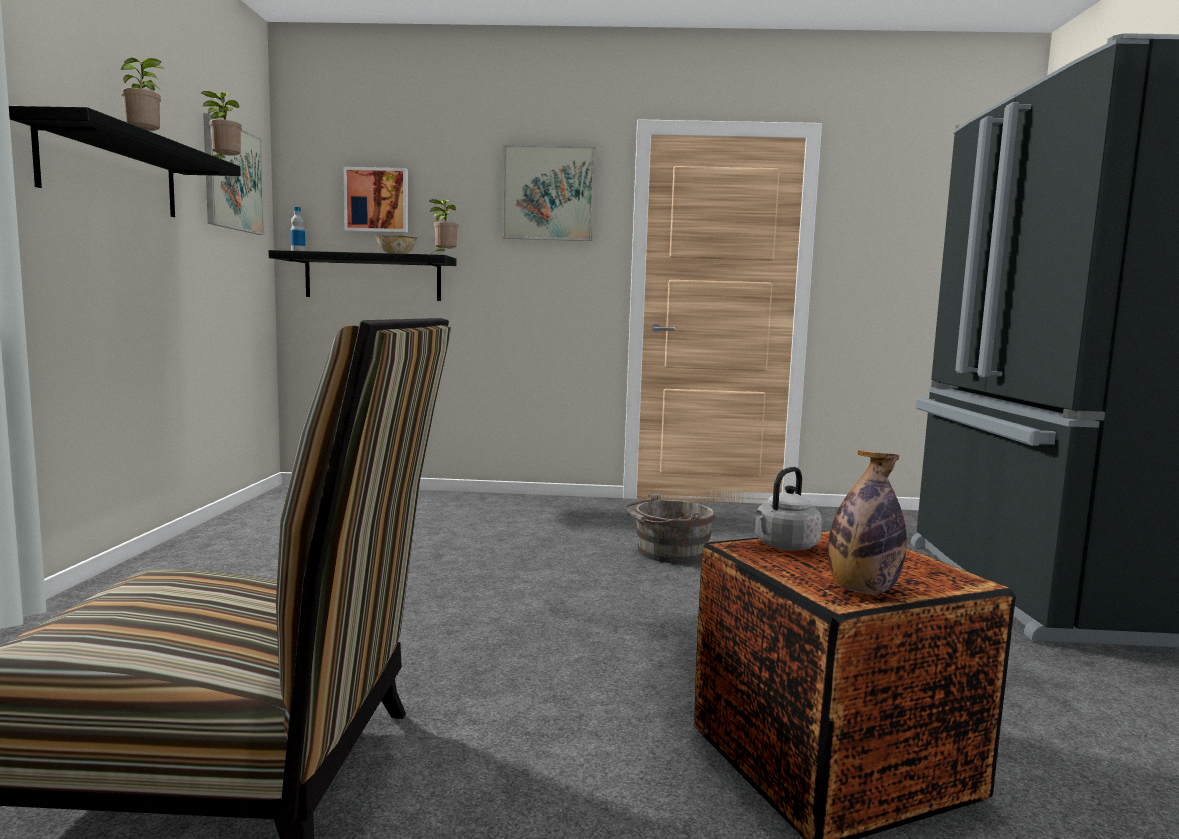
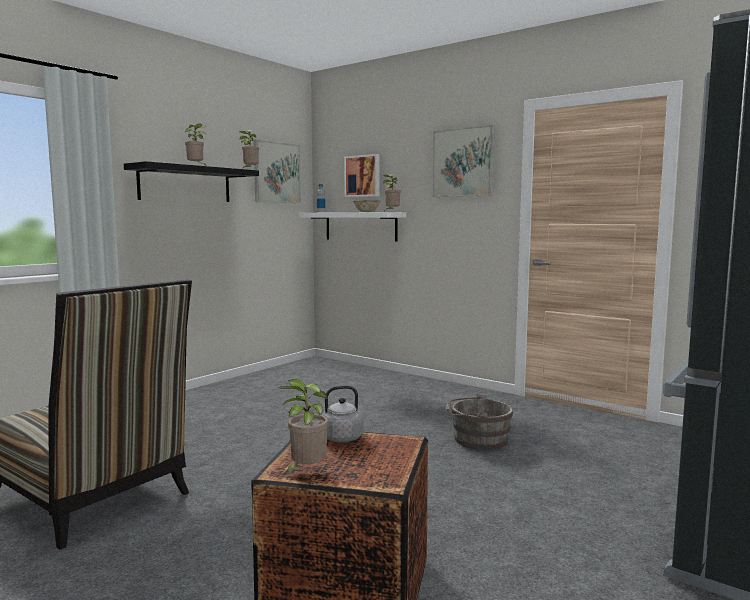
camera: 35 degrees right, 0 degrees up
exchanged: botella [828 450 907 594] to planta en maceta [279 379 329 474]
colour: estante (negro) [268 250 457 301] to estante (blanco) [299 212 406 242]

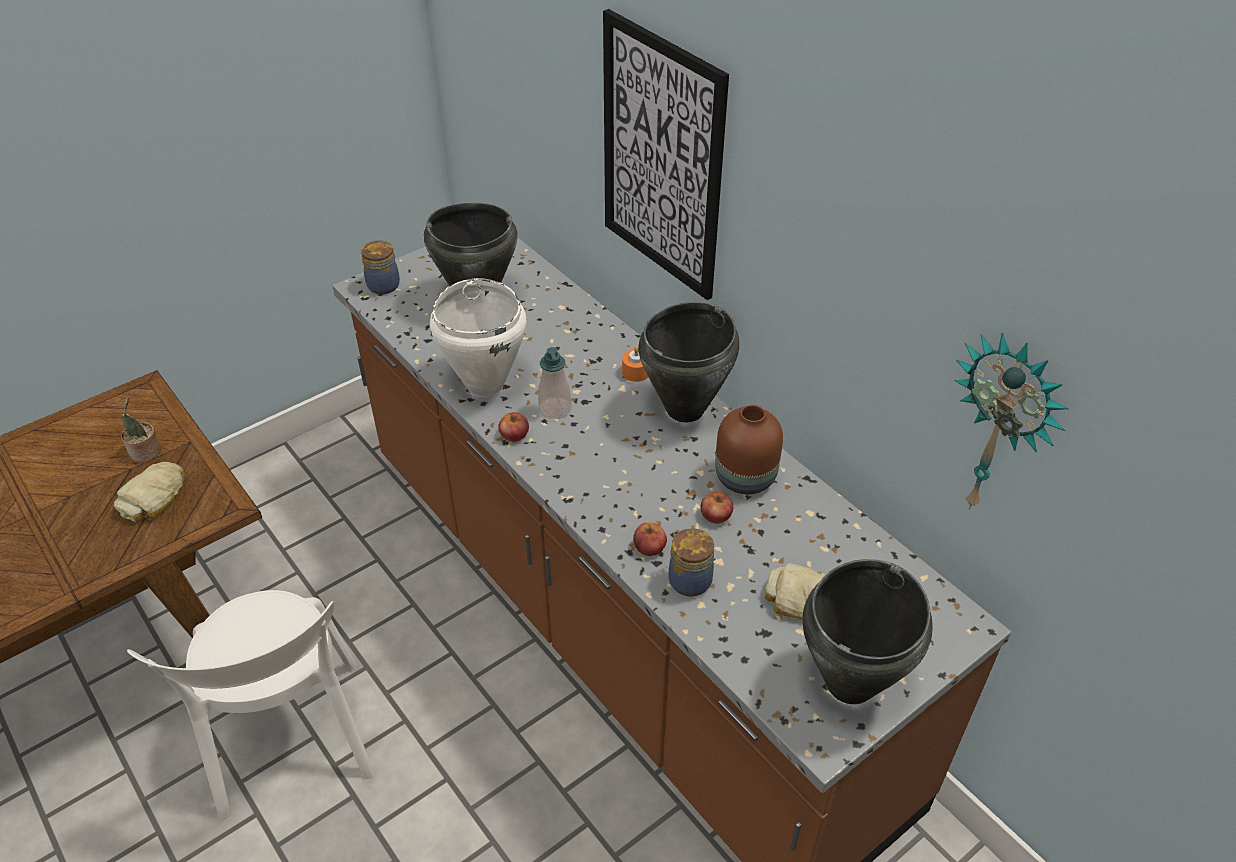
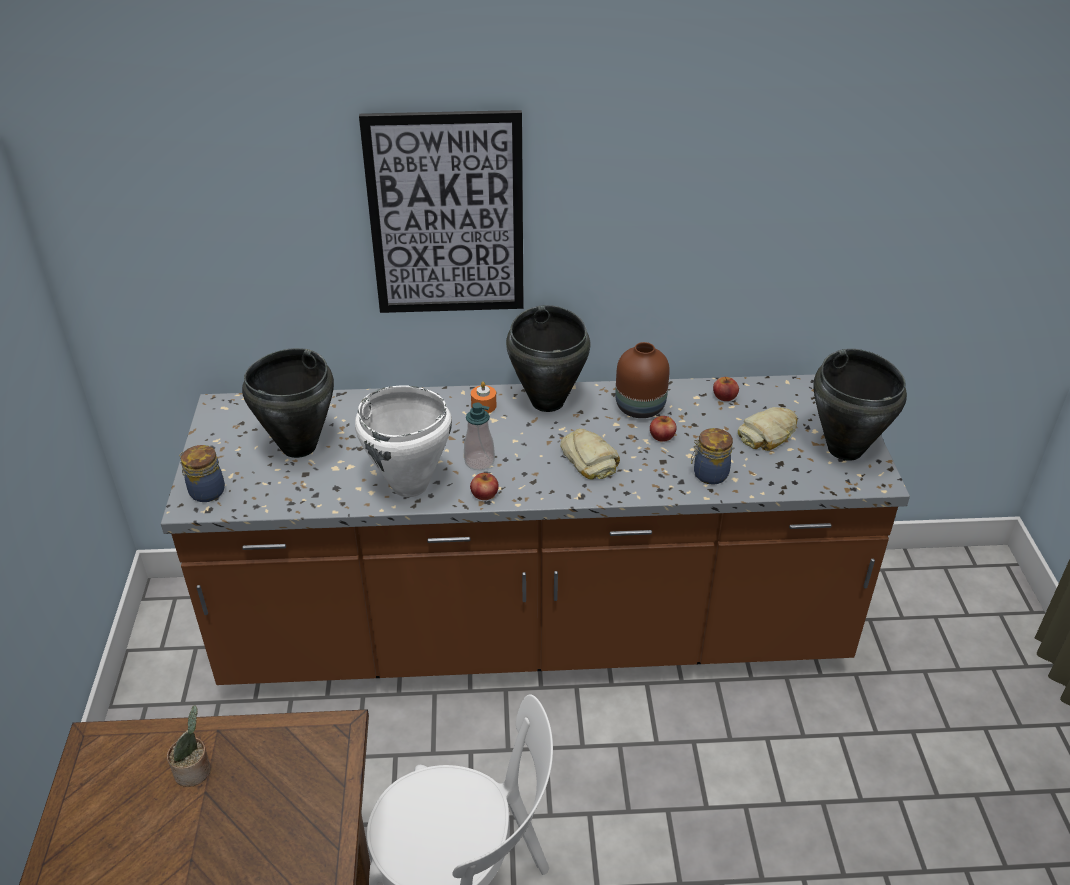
camera: 55 degrees left, 5 degrees down
missing: reloj de pared [955 332 1069 510]
relocated: pan [114 462 184 522] to [560 429 620 479]; manzana [633 522 667 556] to [713 377 739 401]

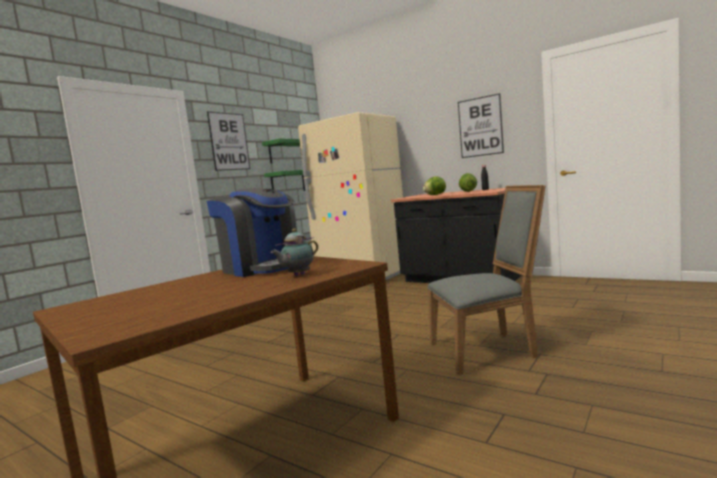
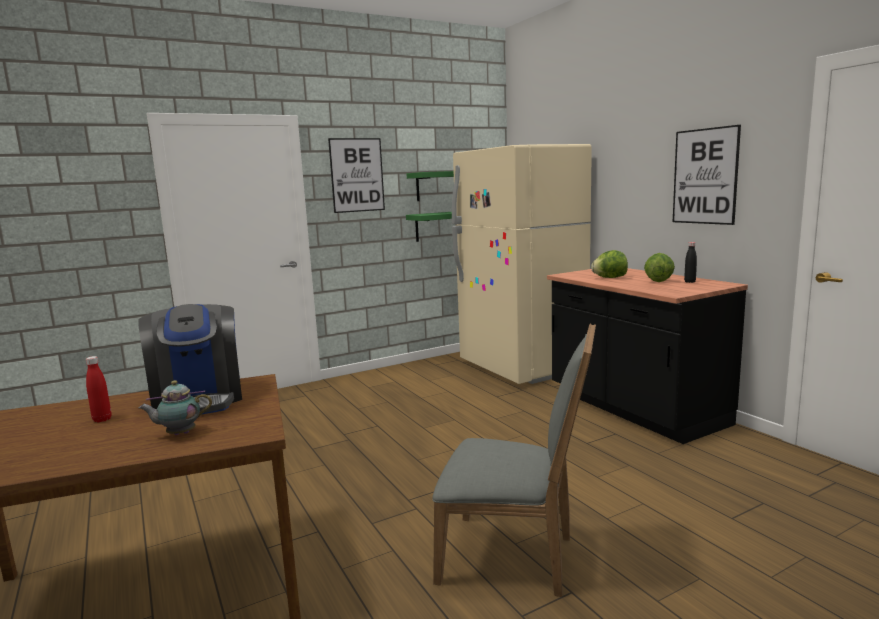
camera: 25 degrees right, 5 degrees up
appeared: botella (rojo) [86 356 112 422]

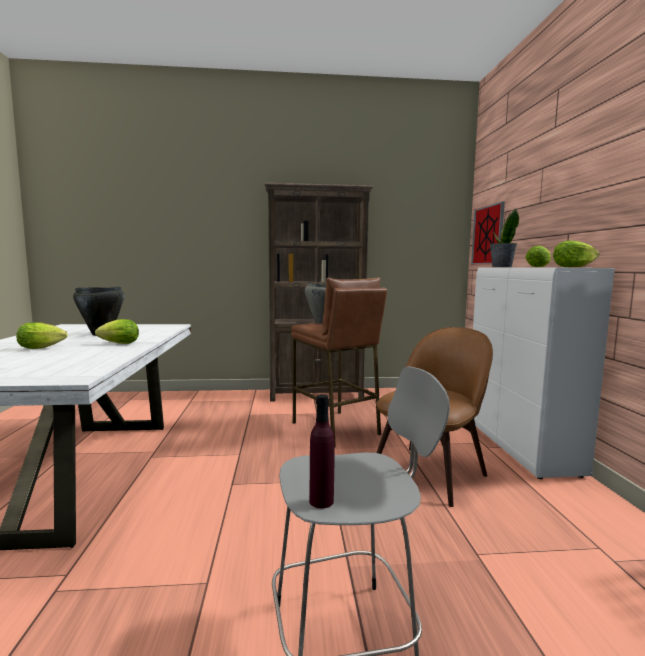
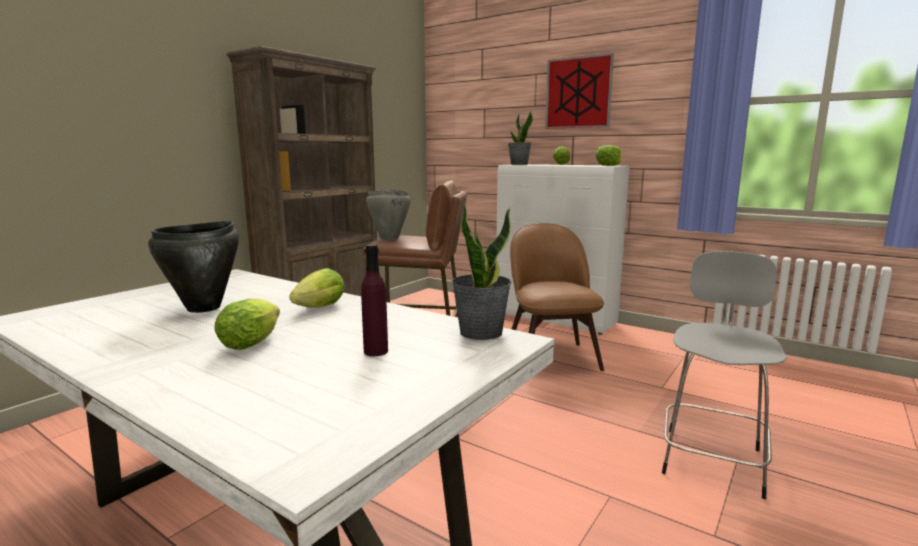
camera: 50 degrees left, 5 degrees up
appeared: planta en maceta [452 204 512 340]
relocated: botella (morado) [309 394 335 508] to [361 244 388 356]; cuadro [471 202 505 264] to [545 53 614 129]

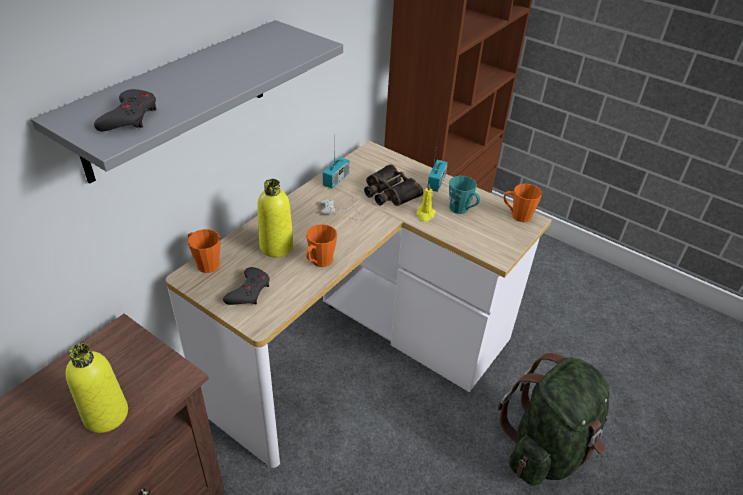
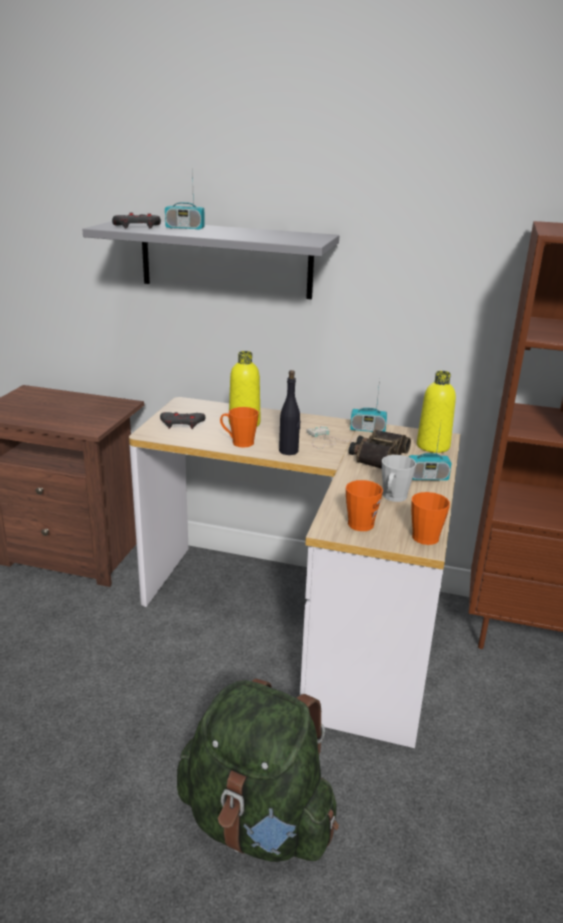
camera: 70 degrees right, 15 degrees down
missing: vela (amarillo) [416 183 436 222]
appeared: radio [165 168 205 230]; botella (negro) [279 370 301 455]
relocated: botella (amarillo) [66 343 128 433] to [417 371 456 453]; taza grande (naranja) [188 229 220 273] to [346 480 383 531]
colour: taza grande (turquesa) [449 176 480 214] to taza grande (gris) [382 455 416 502]

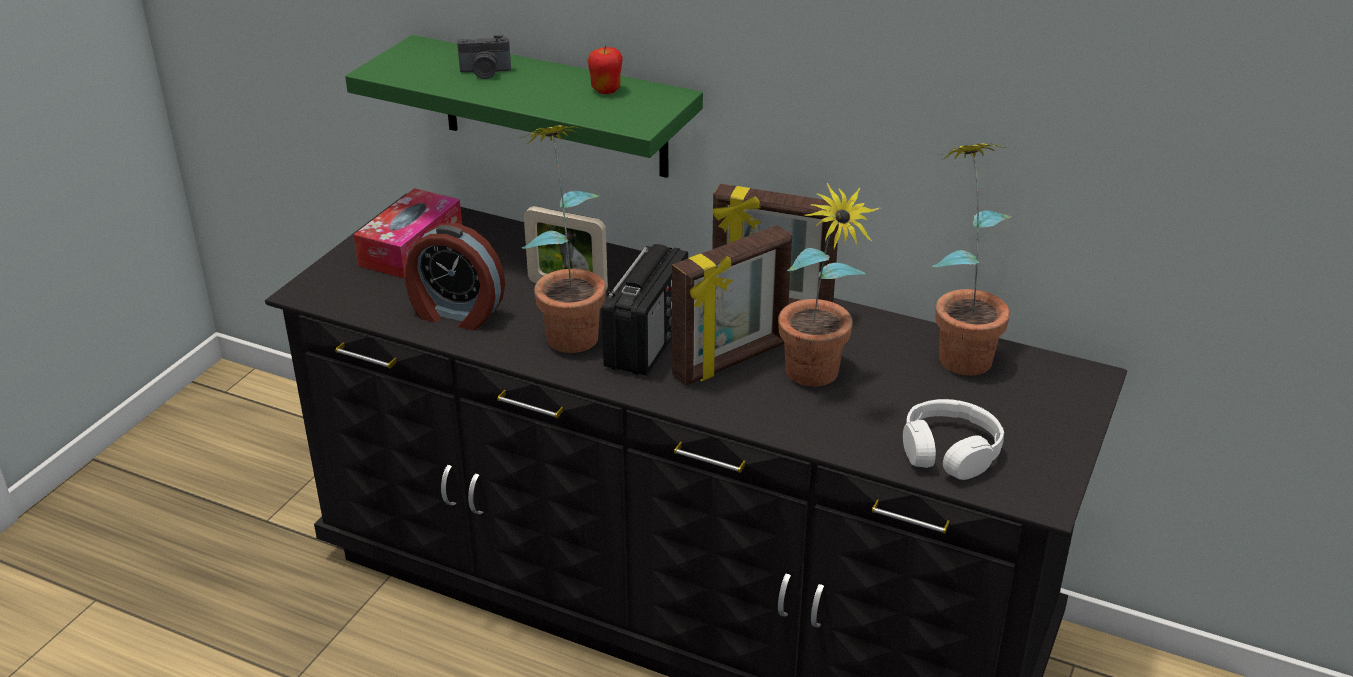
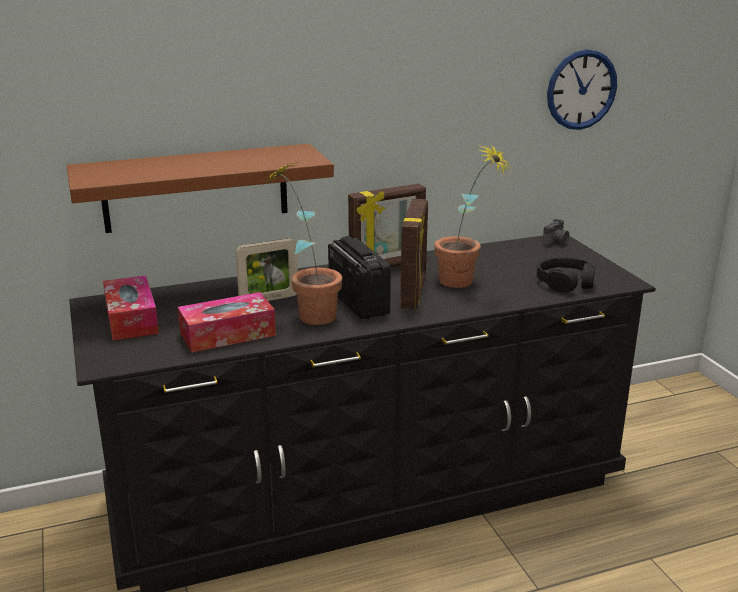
camera: 45 degrees left, 10 degrees down
missing: manzana [588 45 623 94]; planta en maceta [932 143 1012 376]
appeared: reloj de pared [547 49 617 130]
relocated: cámara [457 35 511 79] to [542 219 569 246]
exchanged: despertador [405 223 505 330] to caja de pañuelos [178 292 276 353]
colour: estante (verde) [345 35 703 178] to estante (marrón) [67 144 334 233]; auriculares (blanco) [903 399 1004 480] to auriculares (negro) [537 257 595 292]

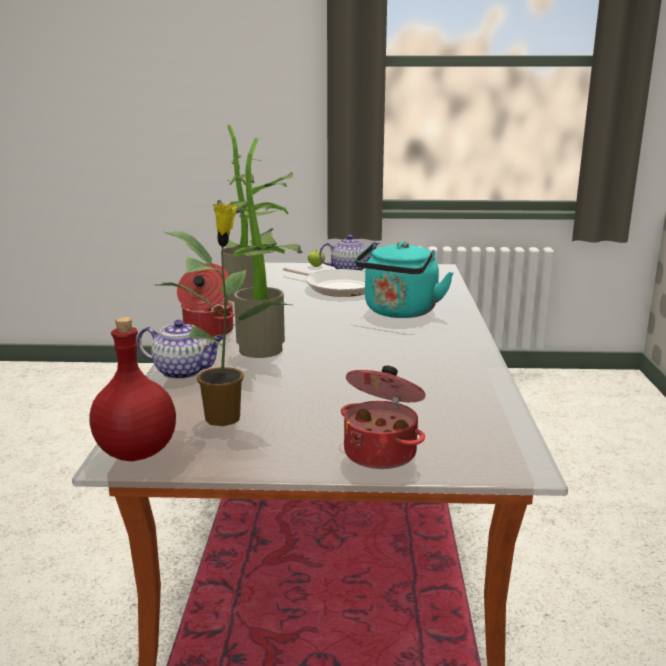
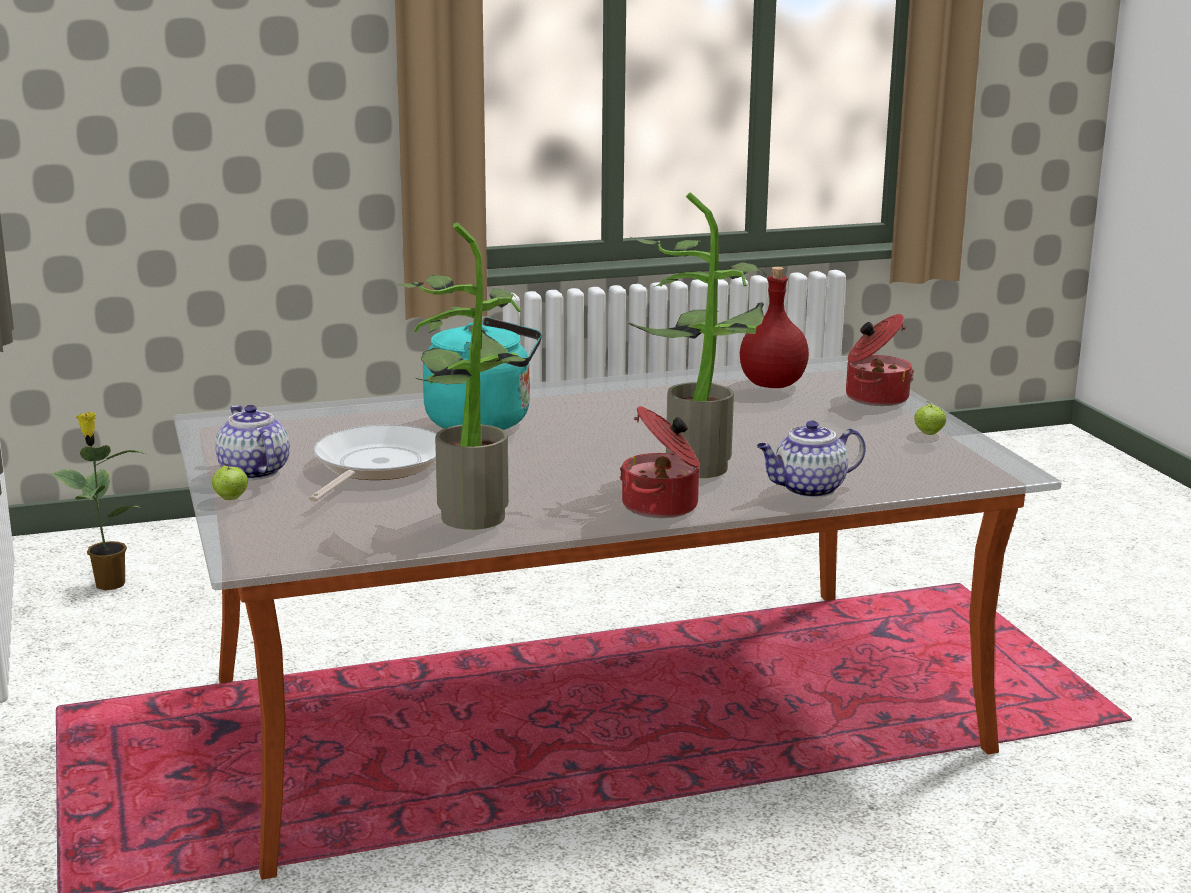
camera: 110 degrees left, 0 degrees up
appeared: manzana [914 401 946 435]
relocated: botella (rojo) [89 317 176 462] to [740 267 809 388]; planta en maceta [158 203 292 426] to [50 412 146 590]
spun: tetera [137 320 223 379] = [757 421 866 498] 105 degrees counterclockwise

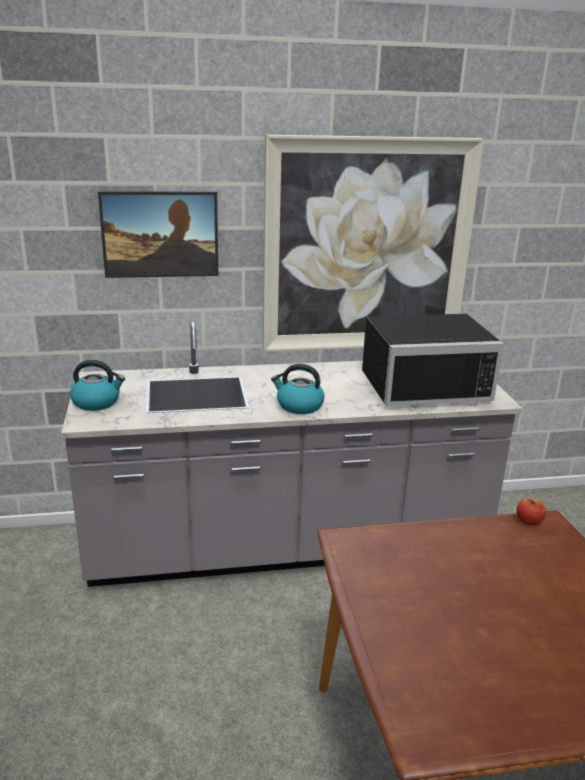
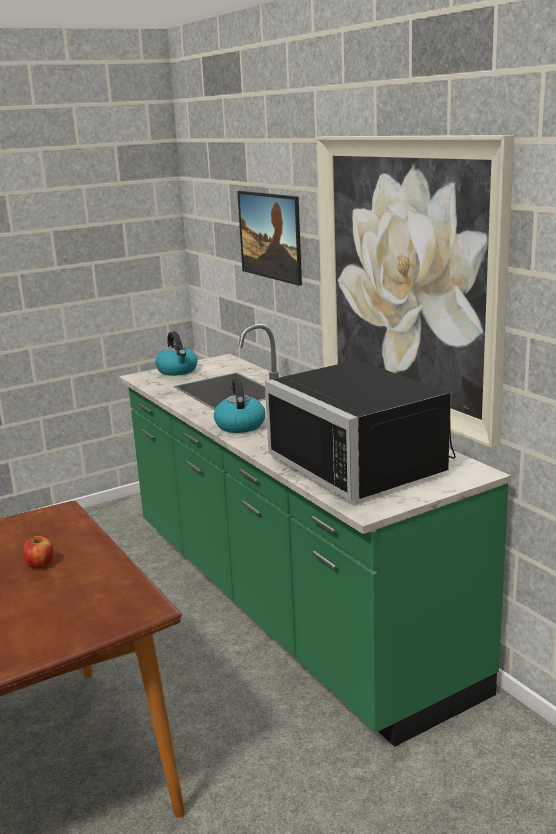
camera: 70 degrees right, 5 degrees down
relocated: manzana [516 498 546 525] to [23 536 54 568]
colour: mueble bajo de cocina (gris) [61 321 523 587] to mueble bajo de cocina (verde) [119 324 511 747]

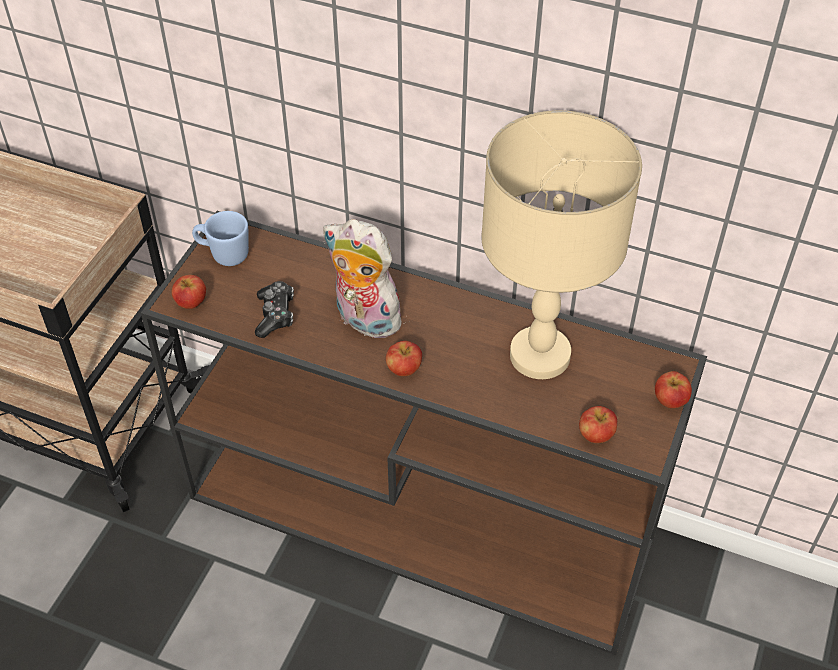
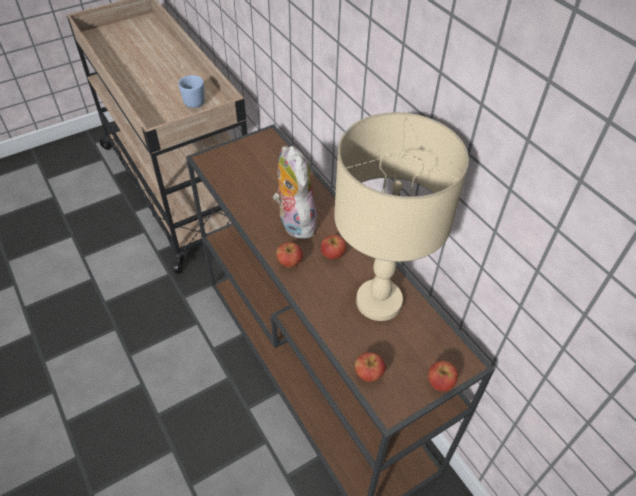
camera: 35 degrees right, 0 degrees up
missing: mando de consola [255 281 294 338]
relocated: manzana [172 275 206 309] to [321 235 346 260]; taza grande (azul) [192 211 249 266] to [178 75 205 108]

